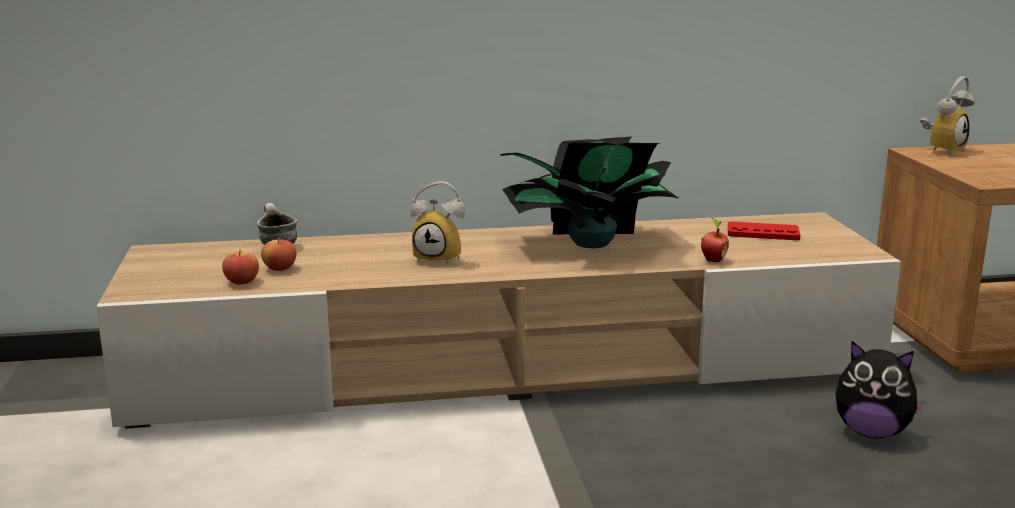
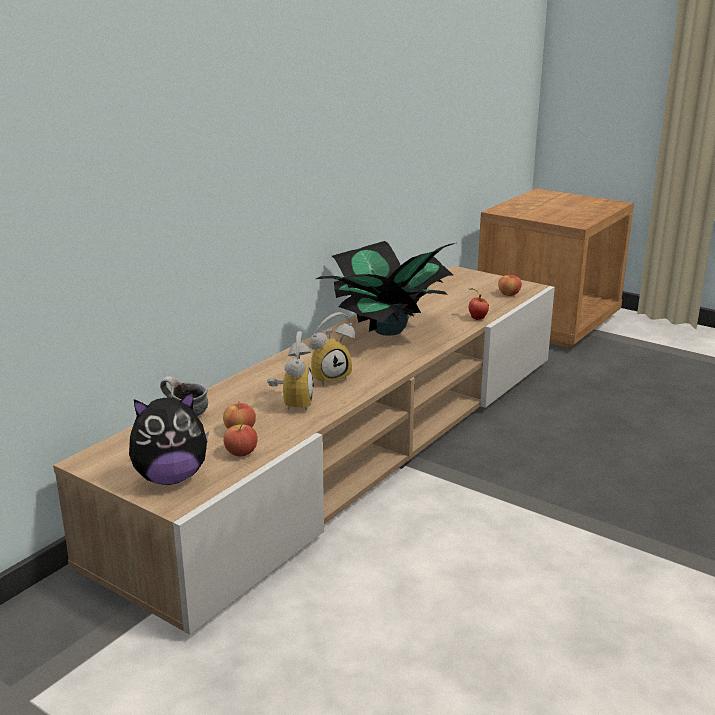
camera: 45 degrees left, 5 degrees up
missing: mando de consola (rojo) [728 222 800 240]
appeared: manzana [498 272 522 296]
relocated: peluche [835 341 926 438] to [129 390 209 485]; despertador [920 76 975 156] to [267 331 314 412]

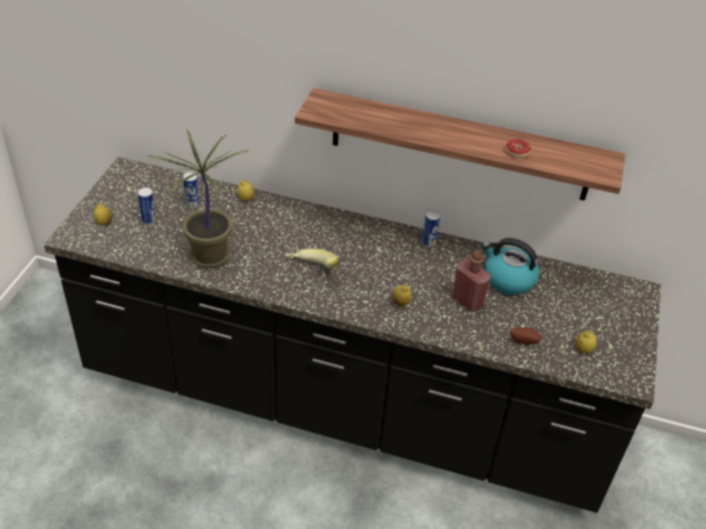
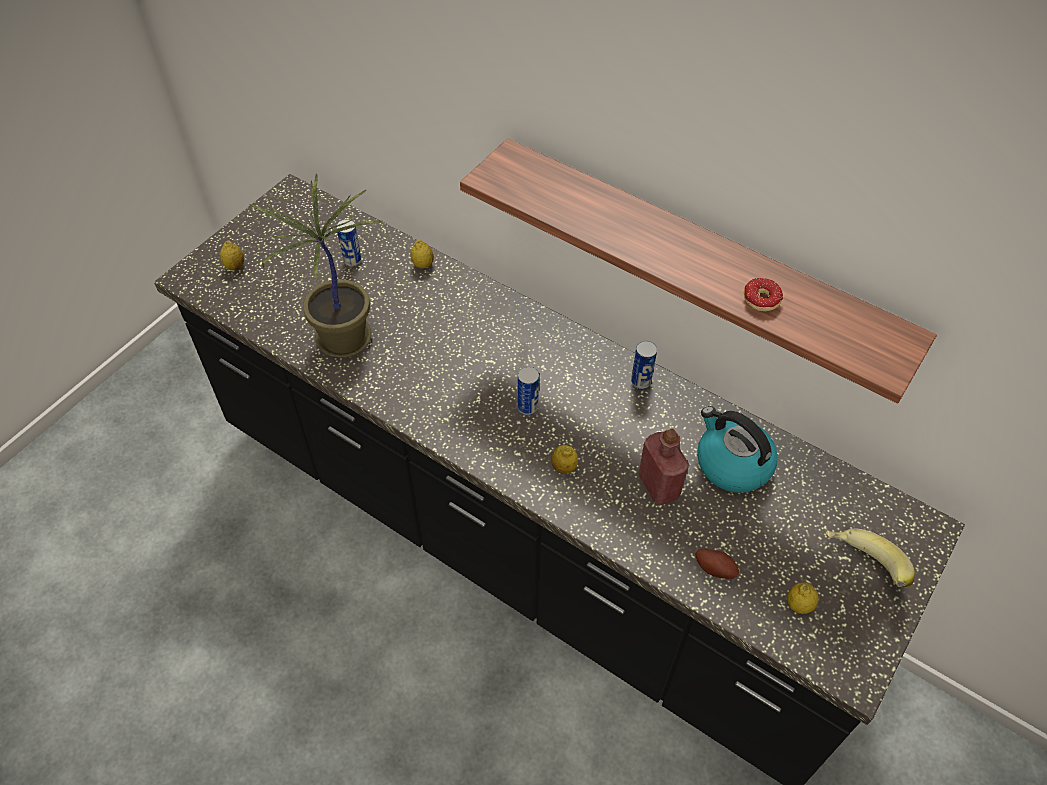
camera: 20 degrees right, 10 degrees up
relocated: lata [138 187 156 225] to [518 366 539 415]; plátano [285 248 339 269] to [826 529 915 587]

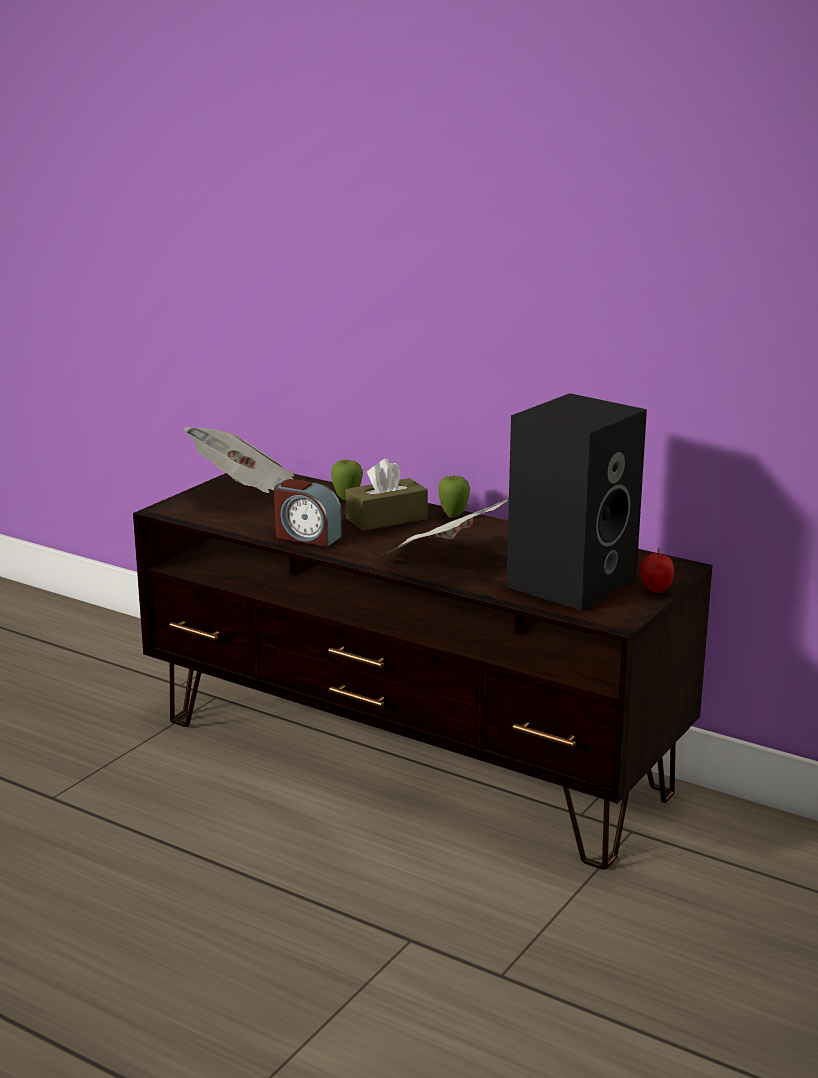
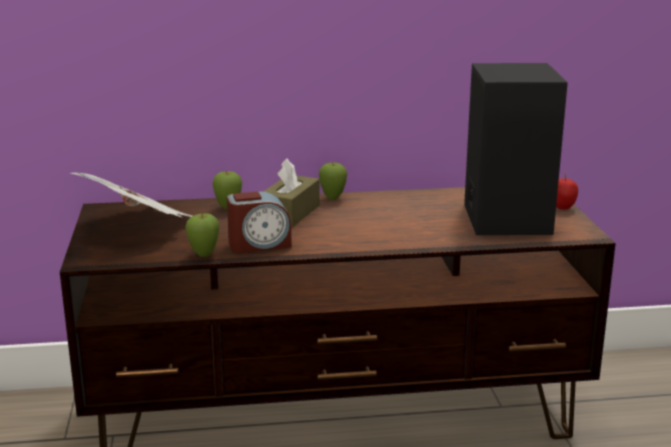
camera: 40 degrees left, 0 degrees up
missing: periódico [379 499 509 556]
appeared: manzana [185 213 219 257]

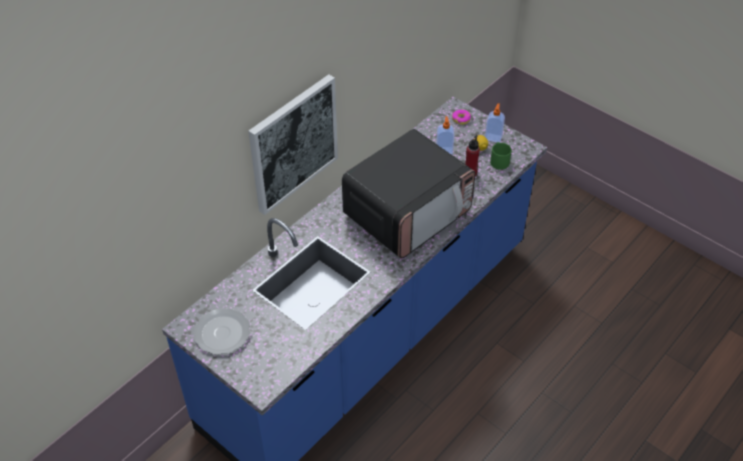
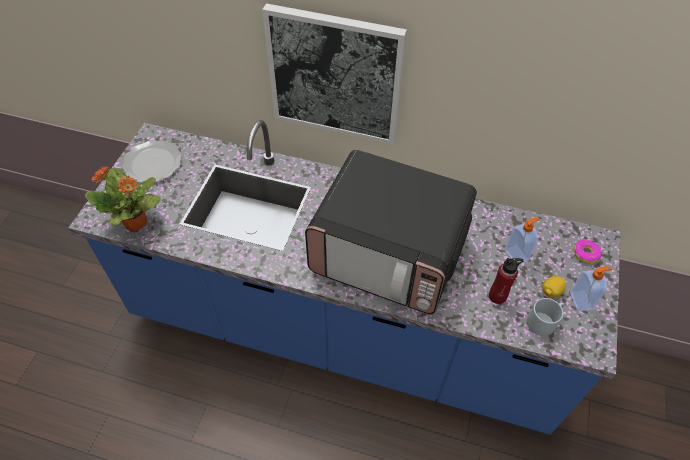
camera: 65 degrees right, 5 degrees up
appeared: planta en maceta [85 166 161 231]
colour: taza grande (verde) [490 142 512 170] to taza grande (gris) [527 298 565 336]

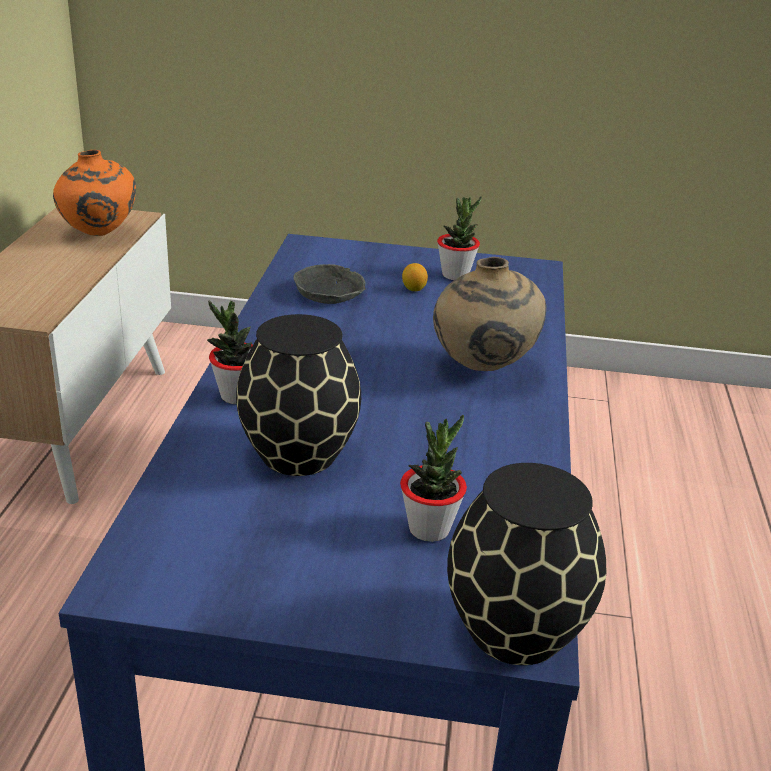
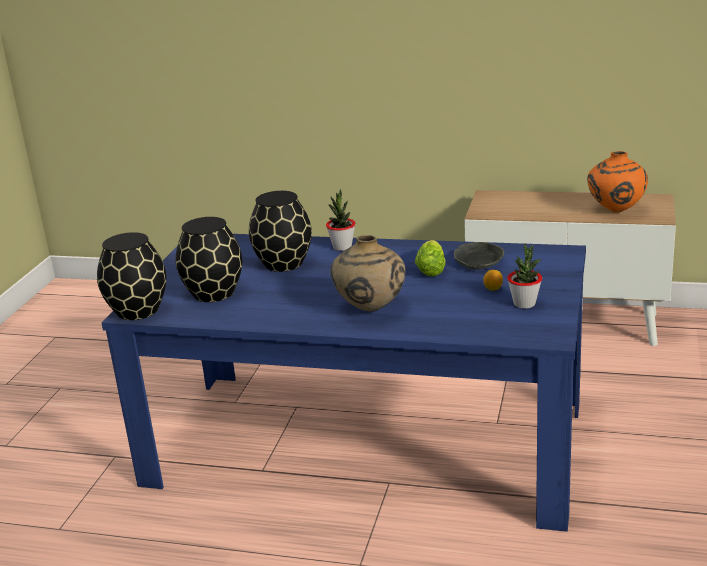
camera: 100 degrees right, 5 degrees down
appeared: lechuga [415 240 446 277]
exchanged: planta en maceta [400 415 467 542] to florero (negro) [176 217 242 302]

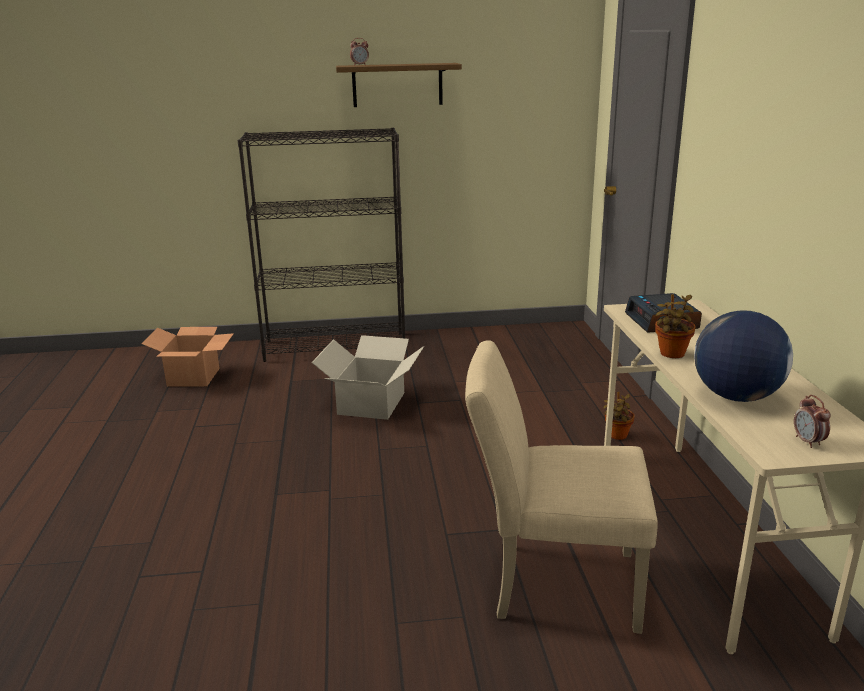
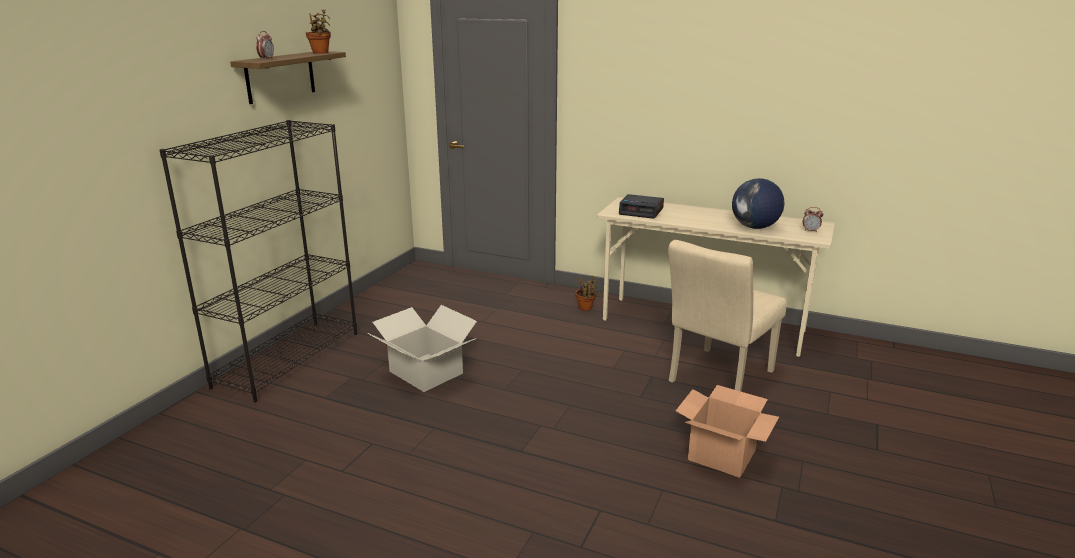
camera: 60 degrees left, 0 degrees up
relocated: caja de cartón [141 327 234 387] to [676 385 779 478]; planta en maceta [655 294 696 358] to [306 9 331 54]

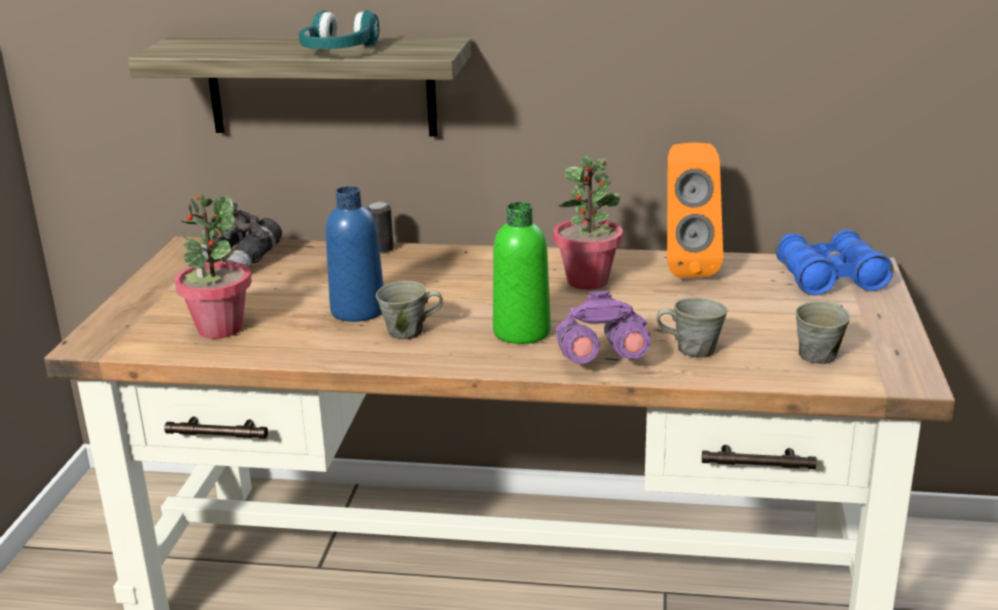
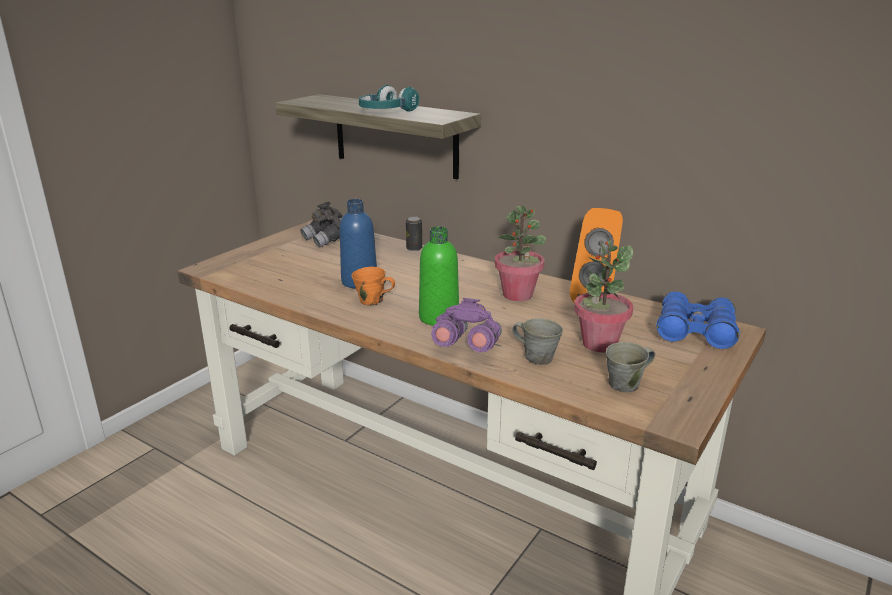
camera: 25 degrees right, 0 degrees up
relocated: planta en maceta [174 194 252 339] to [574 241 633 352]
colour: taza grande (gris) [376 281 443 339] to taza grande (naranja) [352 267 395 306]

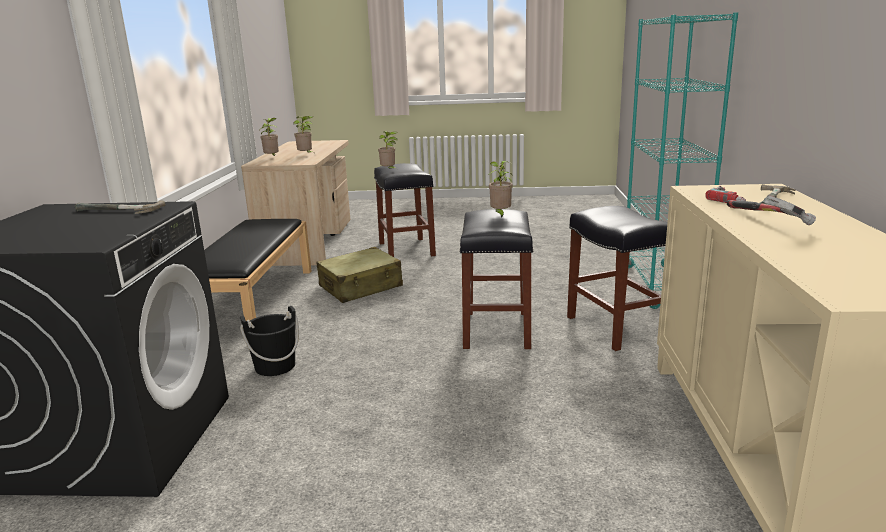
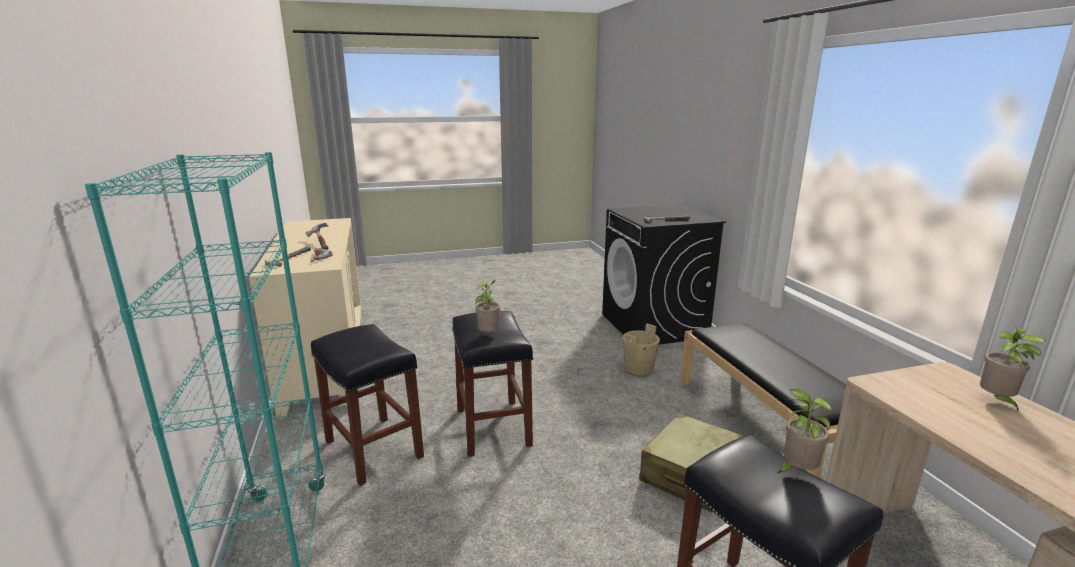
camera: 160 degrees right, 0 degrees up
missing: planta en maceta [293 116 314 153]
colour: cubo (negro) [240 306 299 376] to cubo (beis) [622 324 660 375]

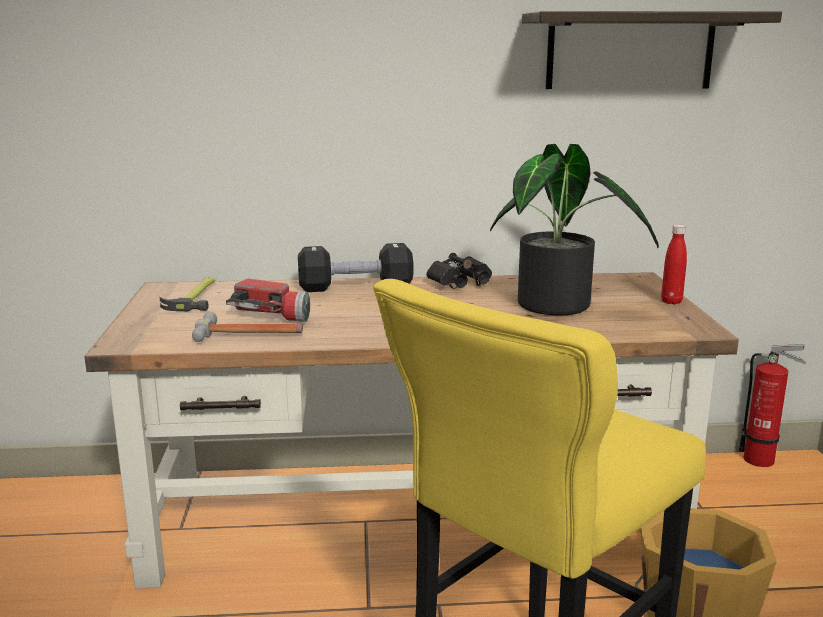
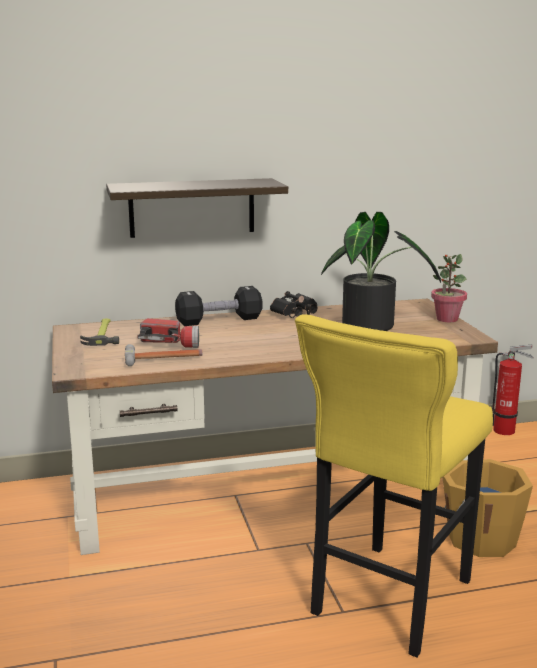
camera: 10 degrees left, 0 degrees up
relocated: estante [522 11 782 89] to [106 178 288 238]
exchanged: botella (rojo) [661 225 687 304] to planta en maceta [431 254 467 322]

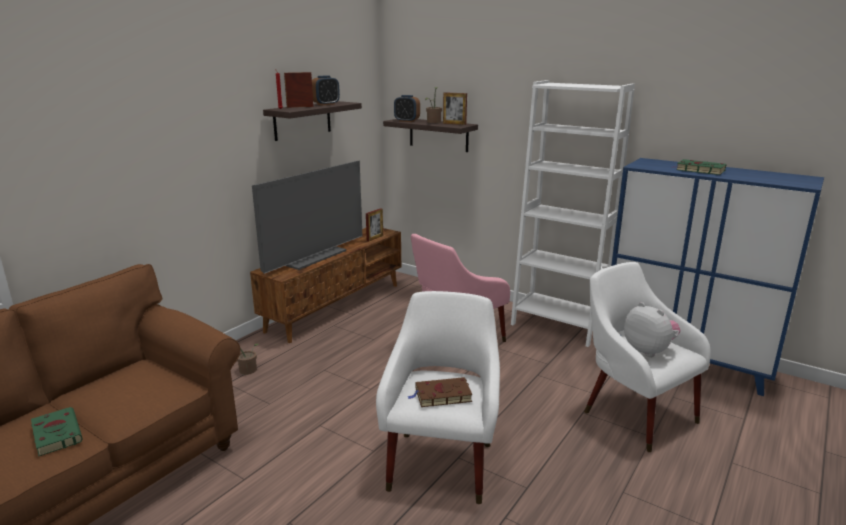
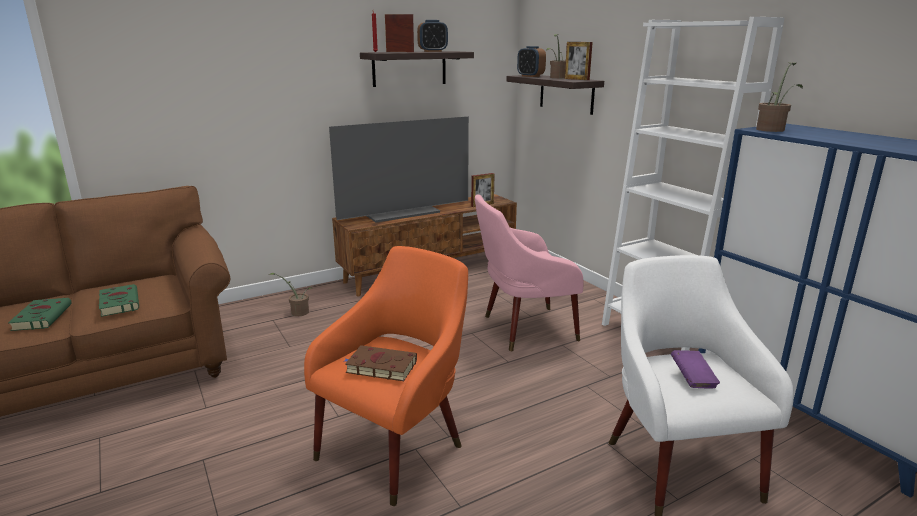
camera: 25 degrees right, 0 degrees up
appeared: planta en maceta [756 63 803 132]
relocated: libro (verde) [676 159 727 175] to [99 284 139 317]
exchanged: peluche [624 302 680 357] to libro (morado) [671 350 720 389]
colour: sillón (blanco) [376 291 500 504] to sillón (naranja) [304 246 468 506]

